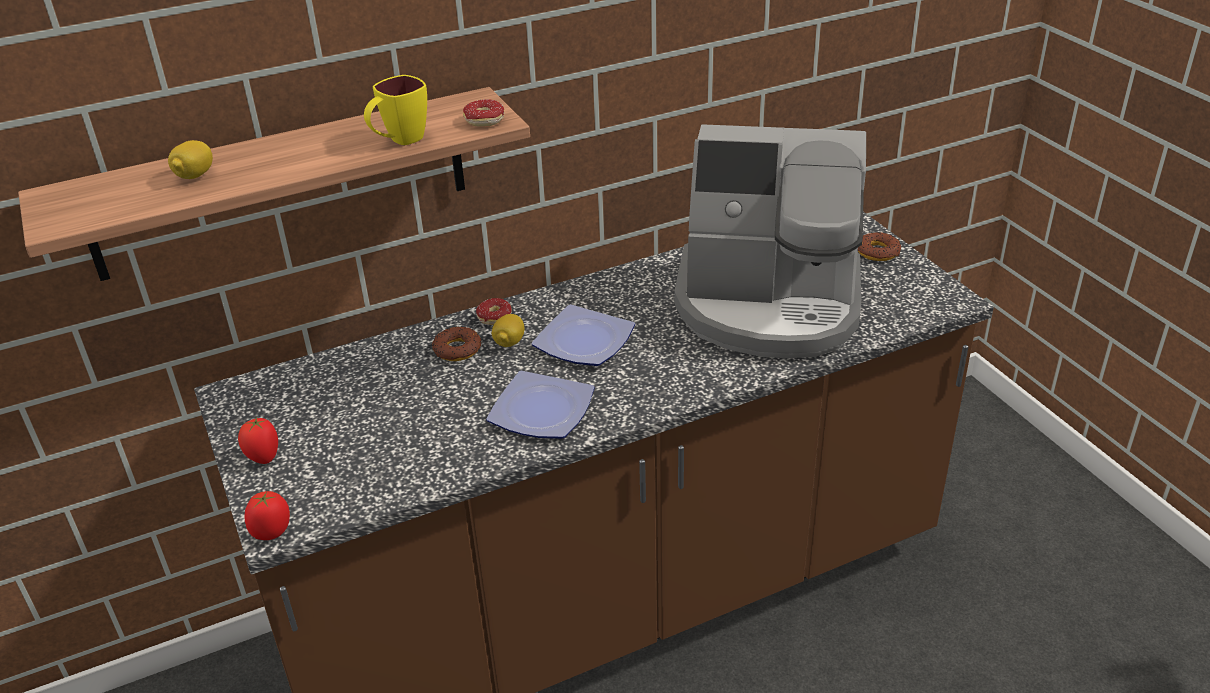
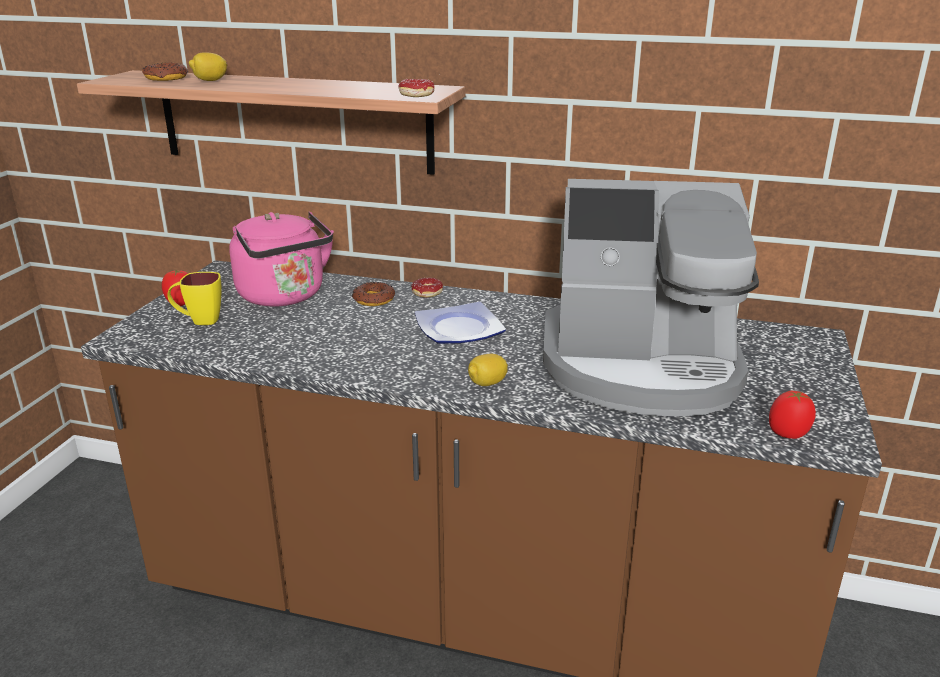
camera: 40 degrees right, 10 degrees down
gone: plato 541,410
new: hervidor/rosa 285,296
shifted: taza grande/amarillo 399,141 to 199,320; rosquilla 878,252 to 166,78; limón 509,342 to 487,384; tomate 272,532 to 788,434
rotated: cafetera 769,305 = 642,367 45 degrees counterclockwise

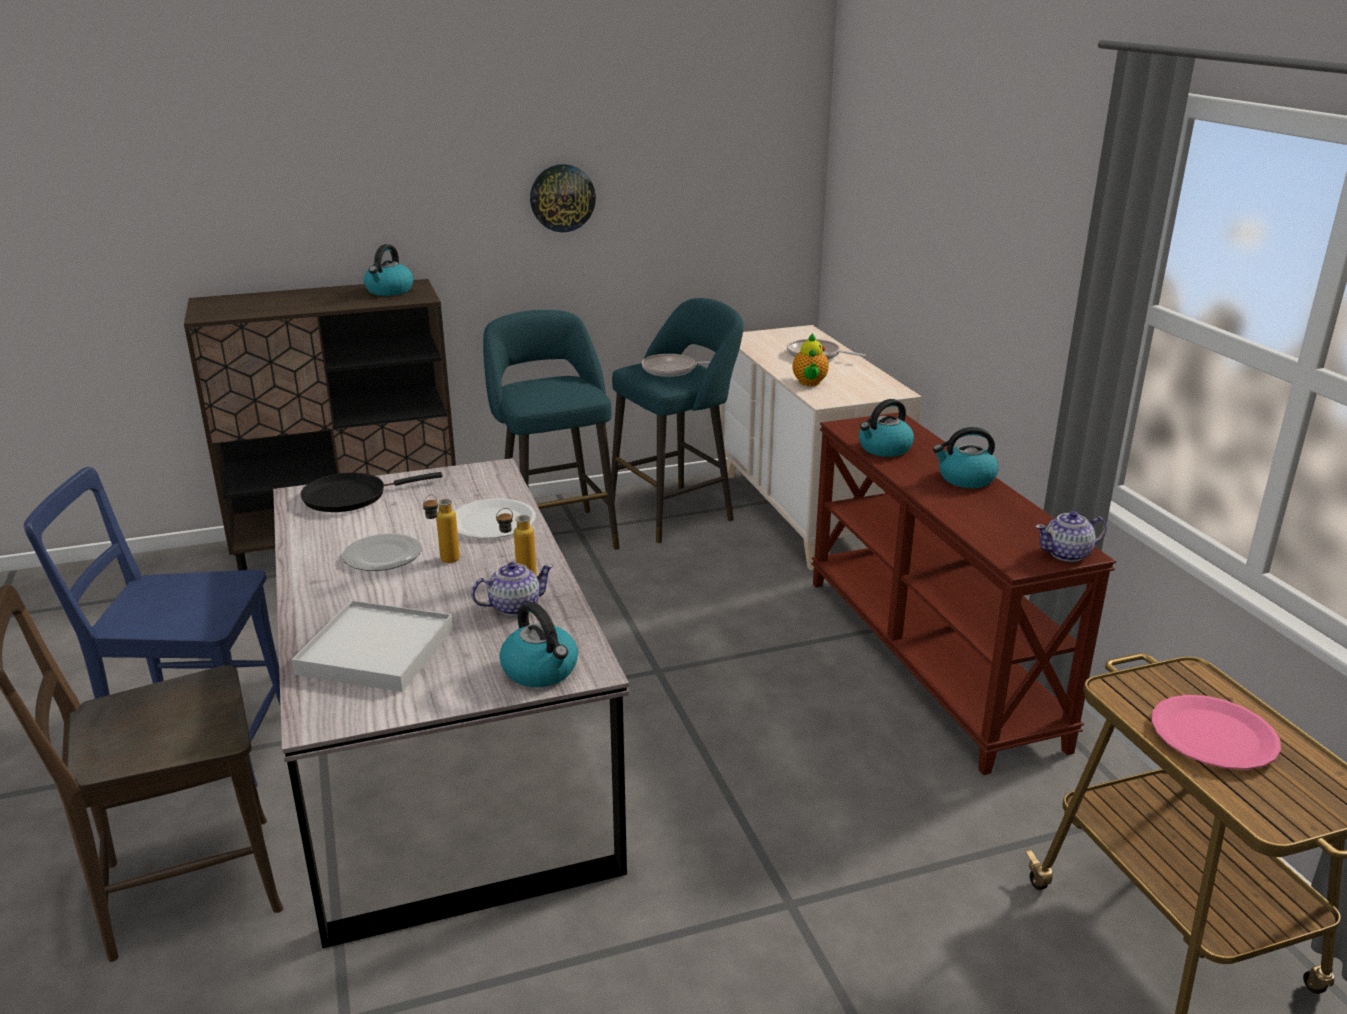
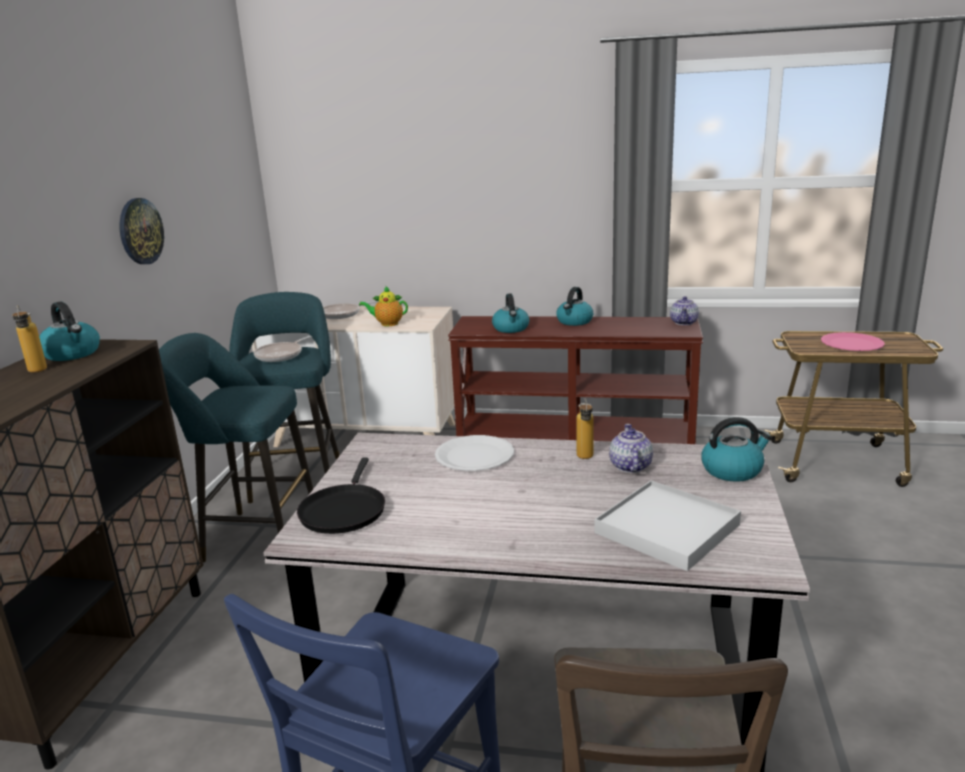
camera: 60 degrees left, 5 degrees down
gone: plato 381,555
shifted: botella 444,562 to 37,372
rotated: tetera 809,383 = 387,324 150 degrees clockwise

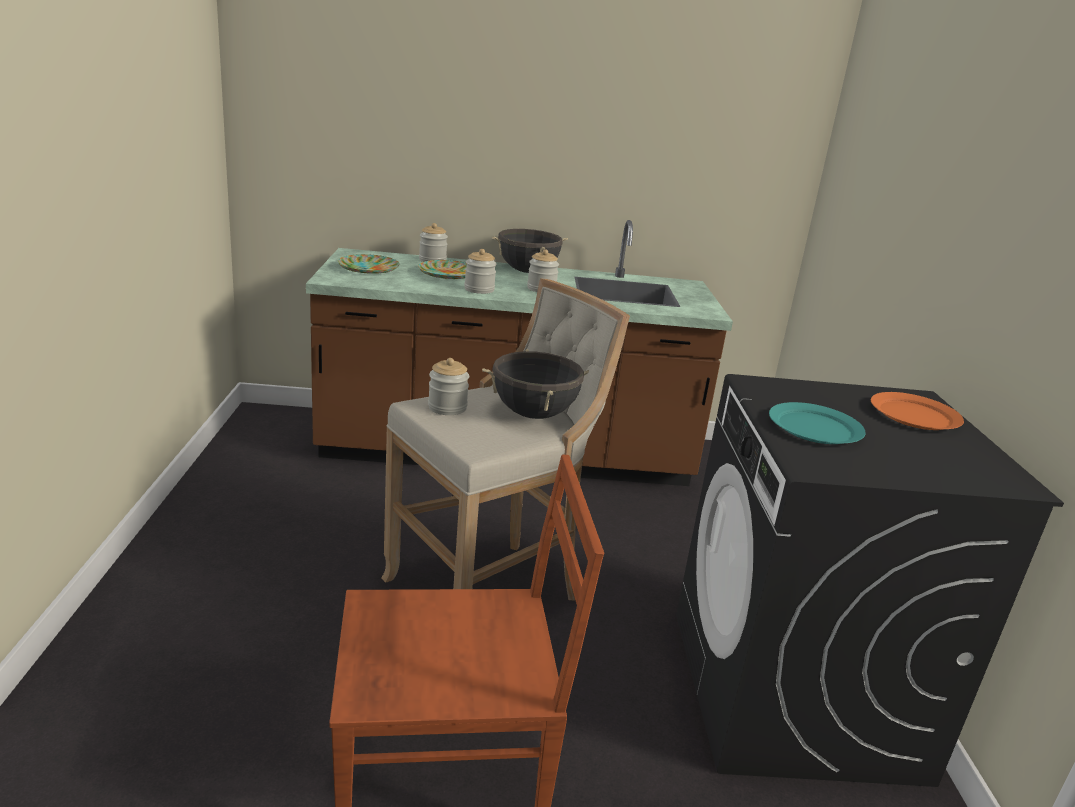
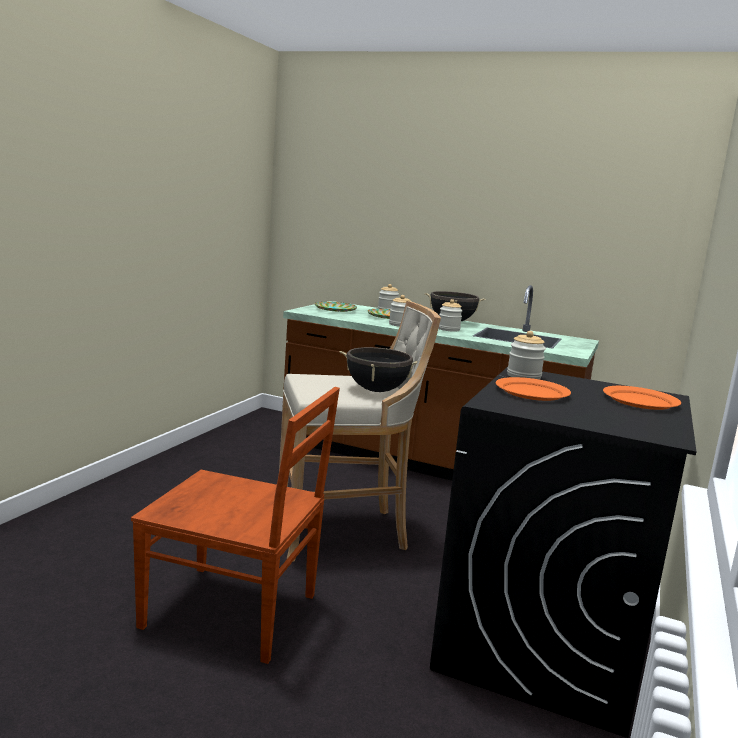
camera: 25 degrees right, 10 degrees down
shifted: tarro 447,407 to 523,376
repainted: plato/turquesa 814,428 to plato/naranja 531,392

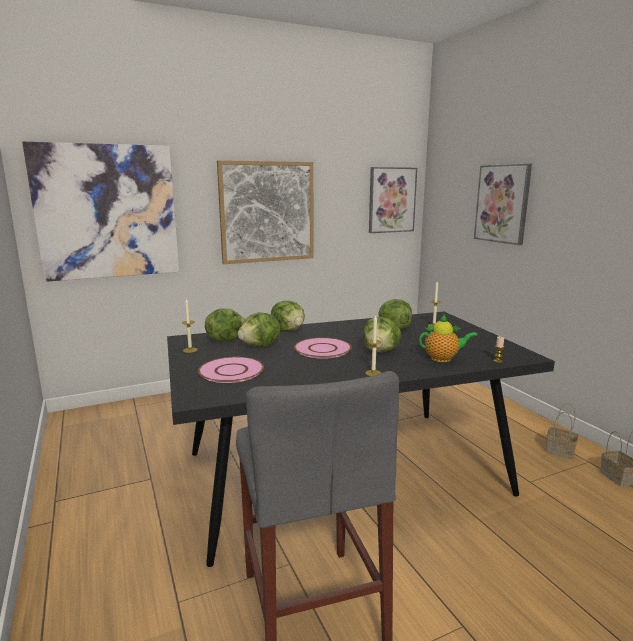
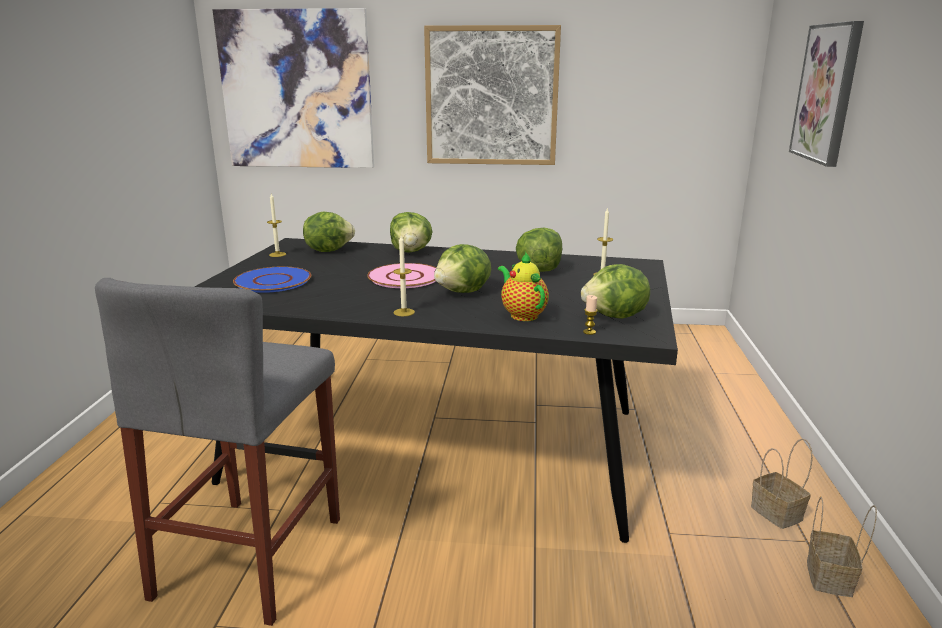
camera: 30 degrees right, 5 degrees up
gone: cuadro 391,200
shifted: lechuga 261,346 to 615,317
repainted: plato/rosa 231,371 to plato/azul 272,281
rotated: tetera 443,359 = 522,314 150 degrees counterclockwise

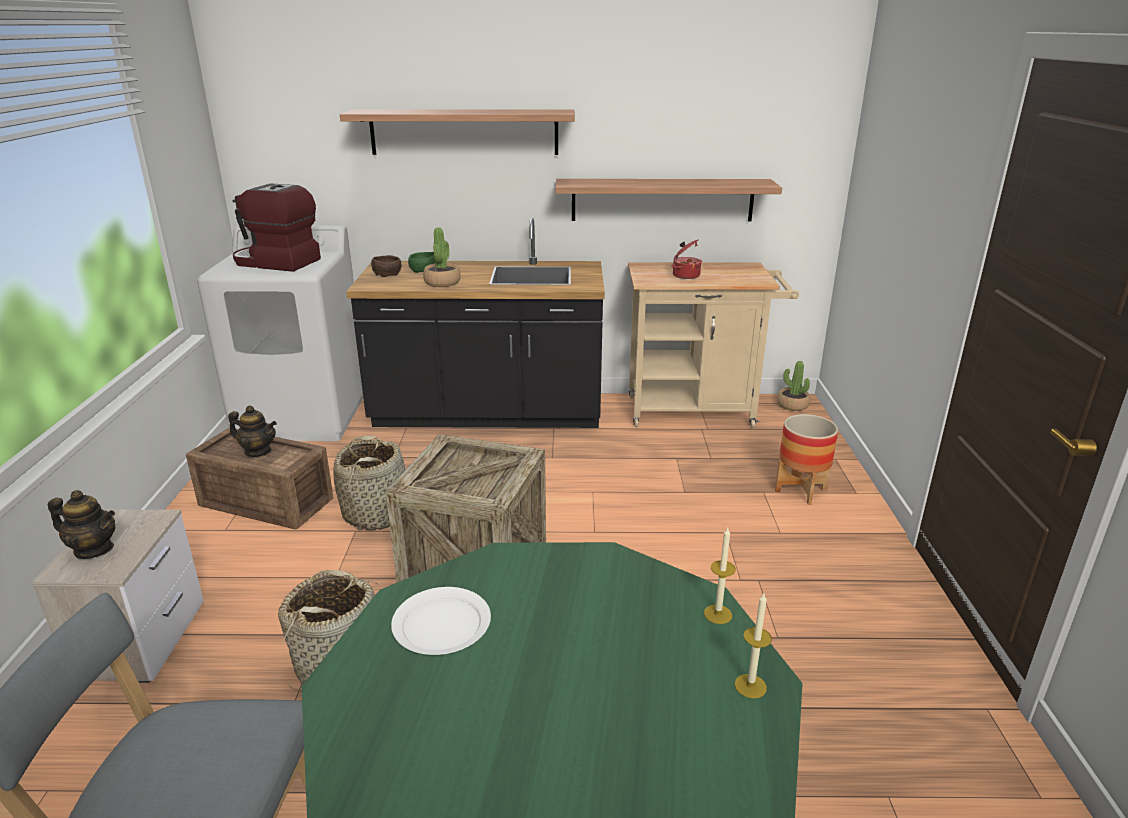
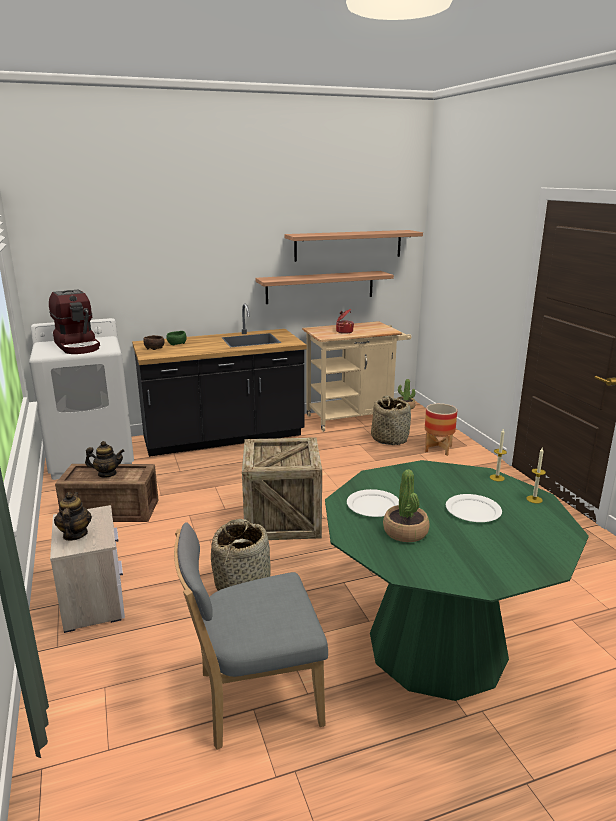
camera: 20 degrees left, 5 degrees down
new: plato/blanco 472,510
shifted: estante 464,132 to 348,245; planta en maceta 442,282 to 405,532; cesta 376,513 to 389,439
rotated: cafetera 276,262 = 78,346 120 degrees counterclockwise; tetera 94,549 = 74,534 90 degrees counterclockwise

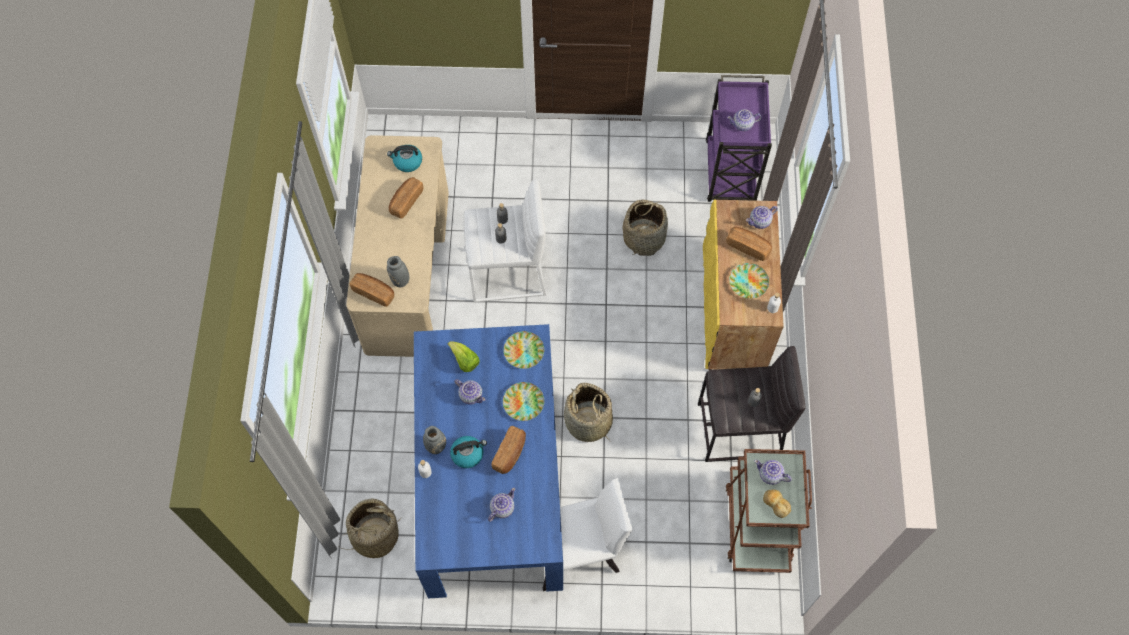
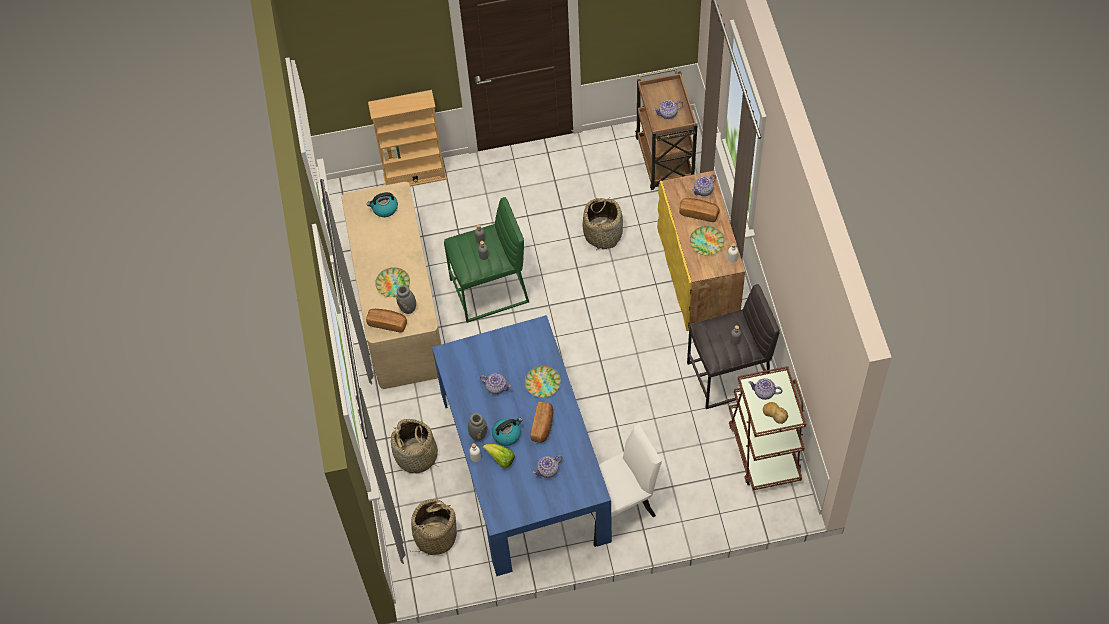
camera: 10 degrees left, 5 degrees down
gone: pan 406,201
new: estantería/beis 414,176
shifted: plato 524,351 to 393,284; lechuga 464,361 to 500,459; cesta 588,422 to 416,456
repainted: carrito/morado 730,173 to carrito/marrón 665,161; taburete/blanco 508,273 to taburete/verde 490,291
rotated: tetera 502,508 = 548,470 150 degrees counterclockwise

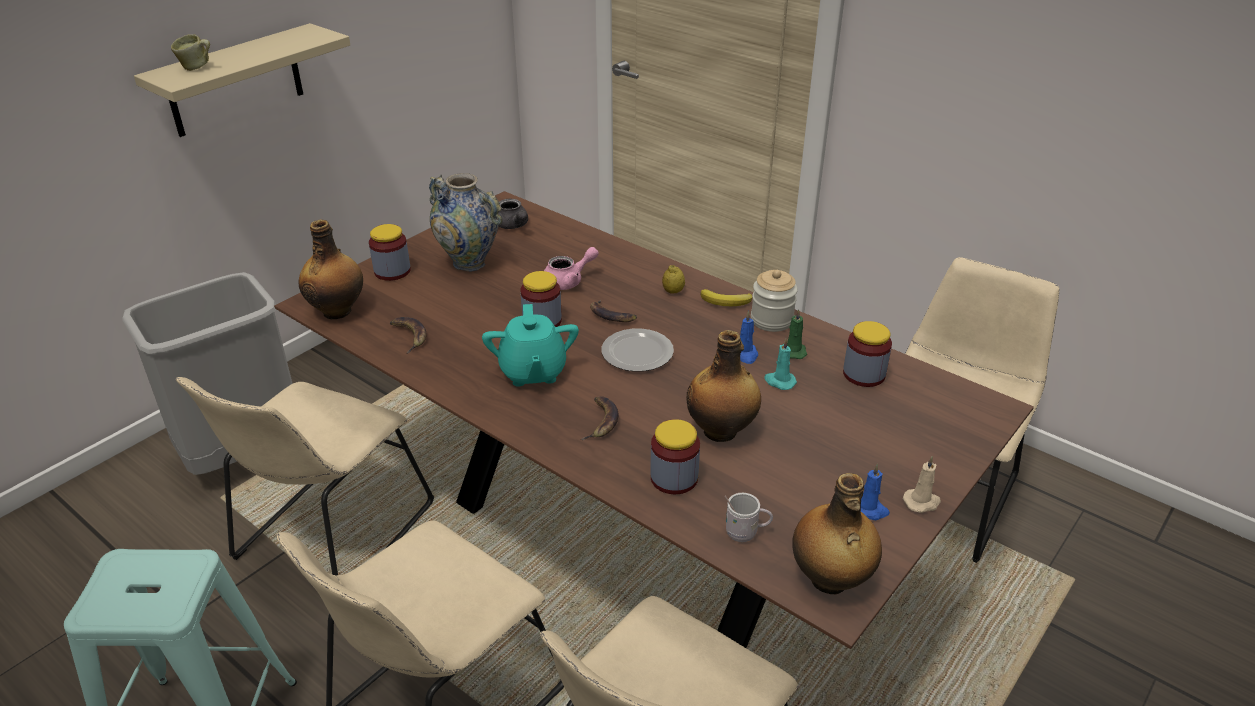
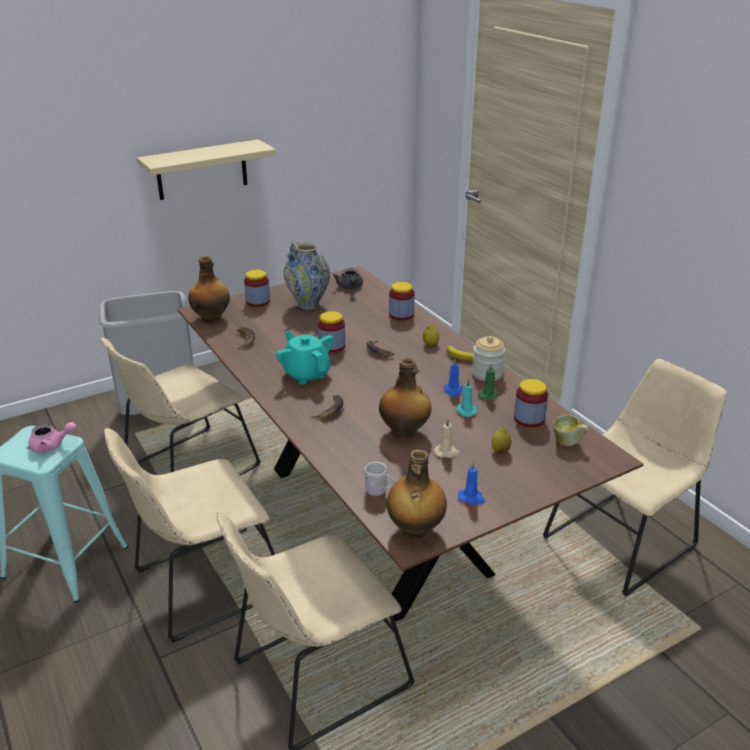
camera: 20 degrees right, 5 degrees down
gone: plato 638,353
new: limón 500,451
shifted: taza grande 197,68 to 568,443; tetera/rosa 568,281 to 52,445; tarro 674,478 to 401,315; vela/beis 922,502 to 447,452
rotated: tetera/turquesa 533,372 = 306,374 135 degrees clockwise

